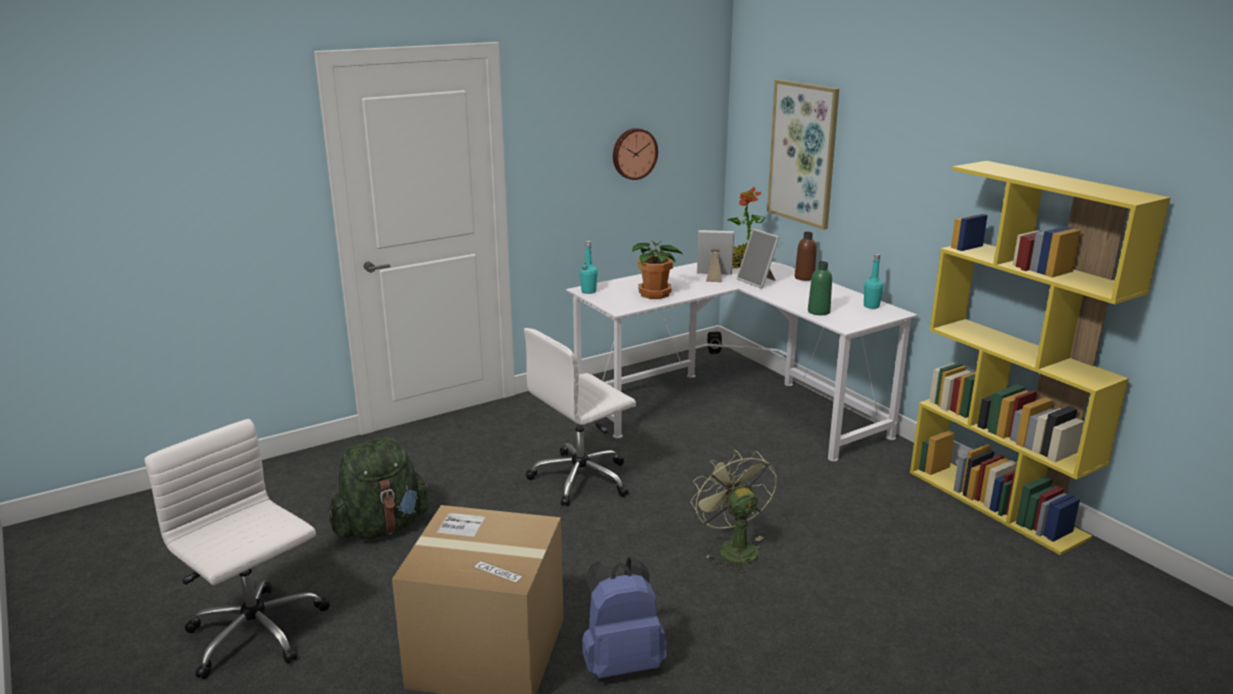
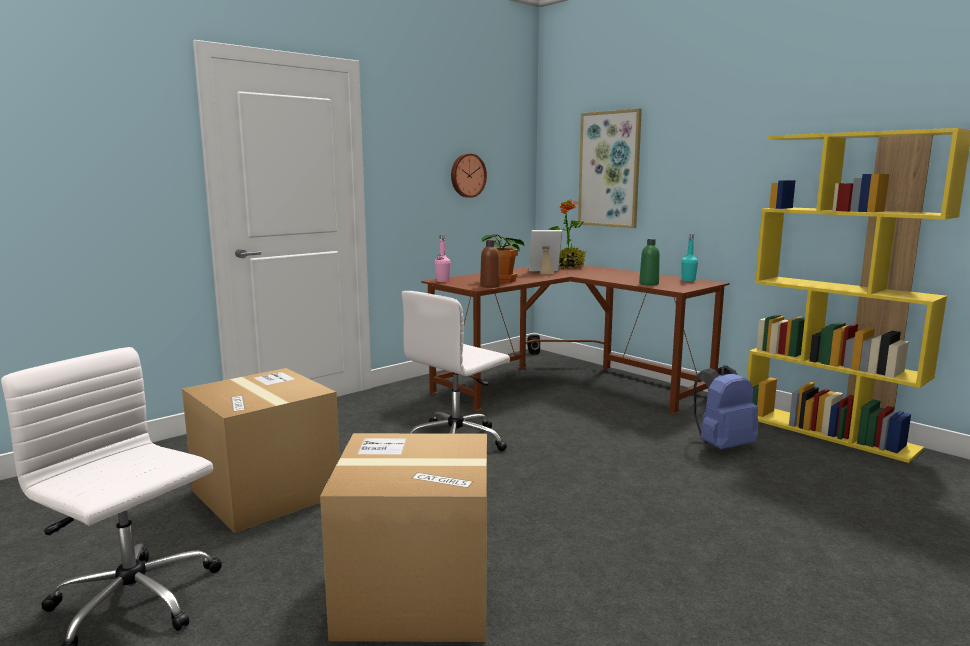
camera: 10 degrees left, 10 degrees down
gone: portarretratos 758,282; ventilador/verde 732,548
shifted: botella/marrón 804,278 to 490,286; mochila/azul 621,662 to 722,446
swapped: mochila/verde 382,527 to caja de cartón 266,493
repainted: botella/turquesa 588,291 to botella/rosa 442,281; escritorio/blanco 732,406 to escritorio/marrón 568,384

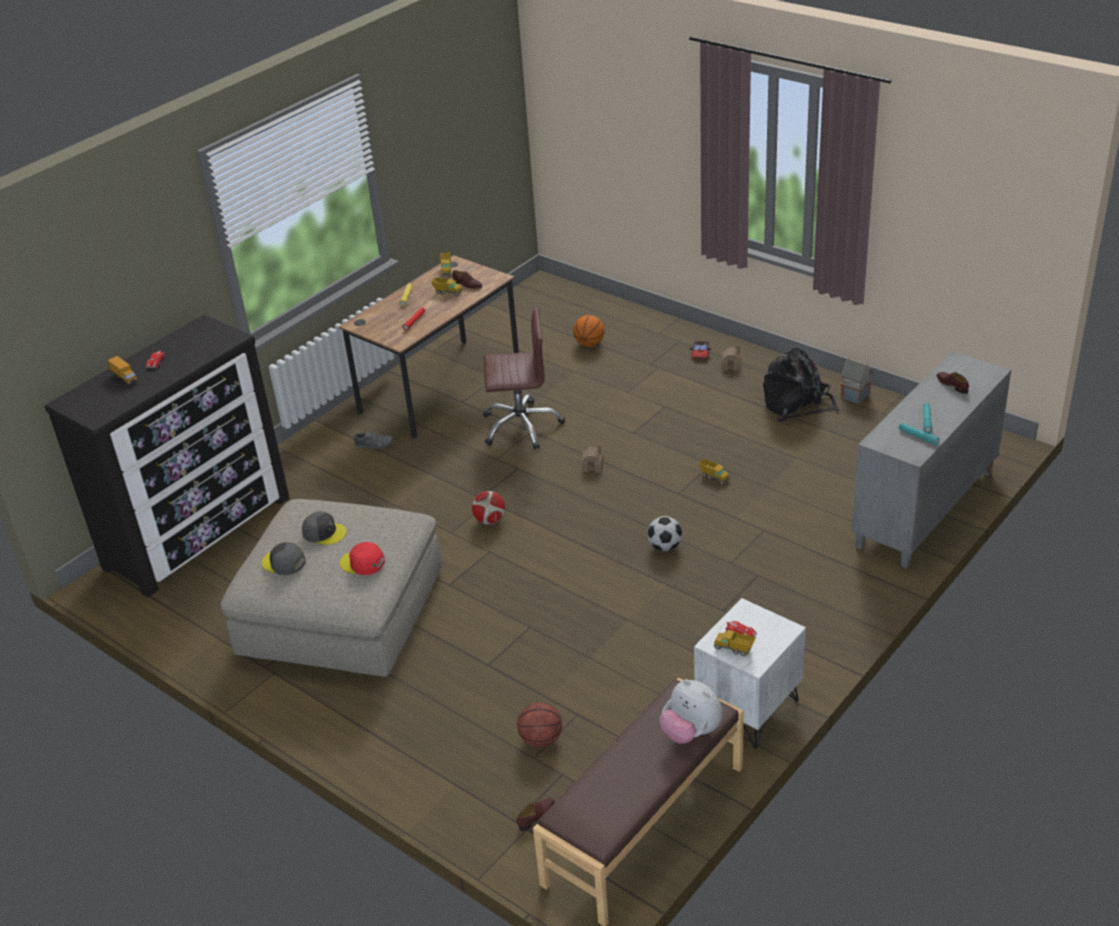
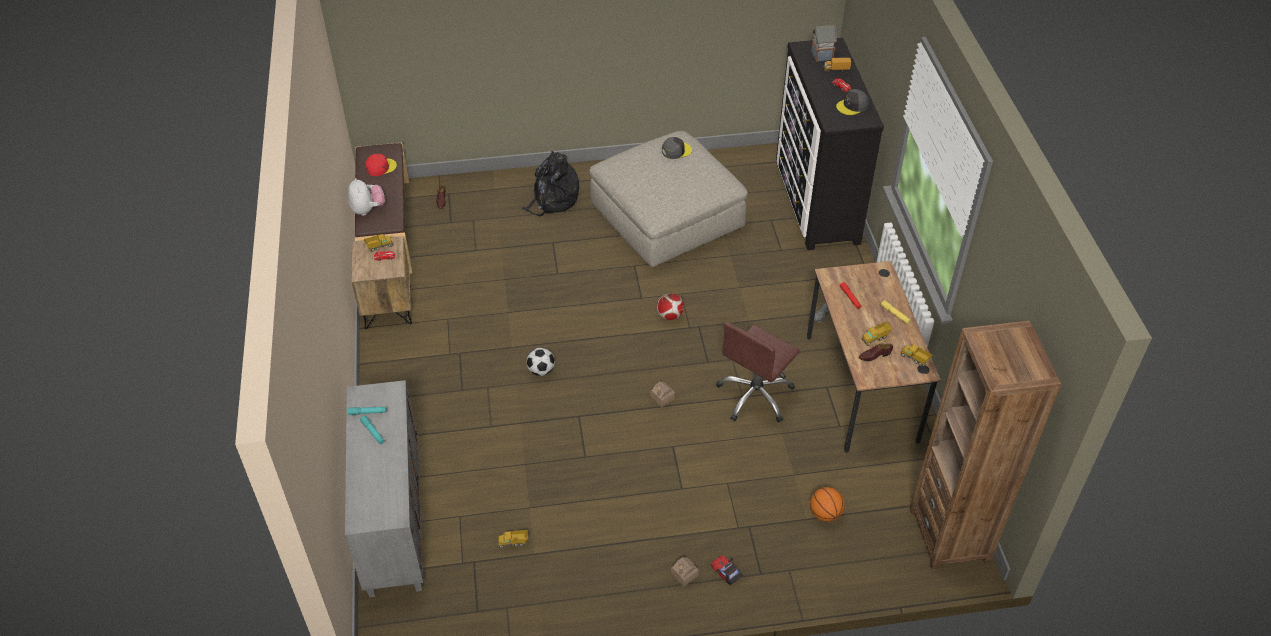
camera: 130 degrees right, 10 degrees up
gone: zapato/marrón 952,385; balón de baloncesto 540,740
new: estantería/marrón 949,535
shifted: mochila/negro 797,405 to 553,199; casita 856,396 to 821,56; camión de juguete 714,477 to 513,542; gorra/gris 324,532 to 852,106; gorra/rojo 362,563 to 380,167
repainted: mesita de noche/blanco 749,710 to mesita de noche/marrón 387,307
rotated: peluche 691,732 = 368,210 75 degrees clockwise

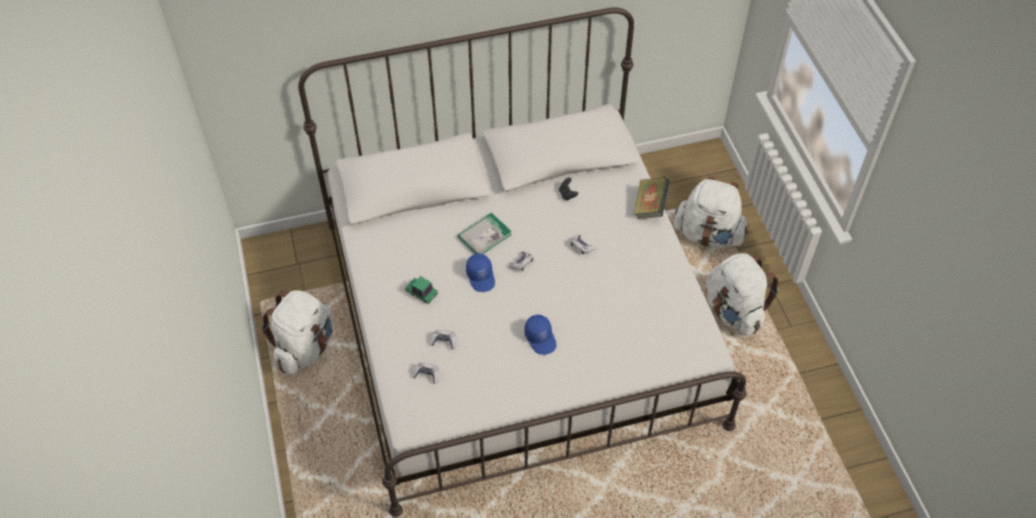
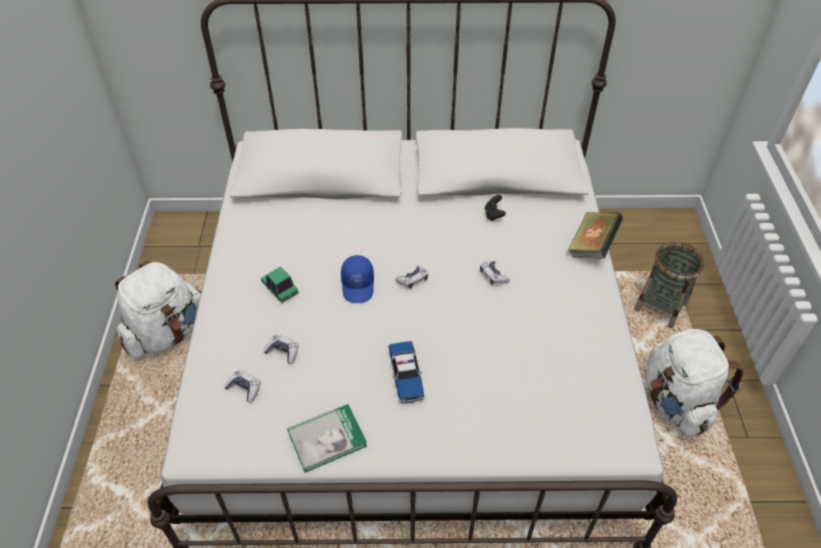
camera: 15 degrees right, 5 degrees down
shifted: libro 484,236 to 327,439
swapped: mochila/blanco 708,234 to cesta 660,307; gorra/azul 541,338 to coche de juguete 406,375

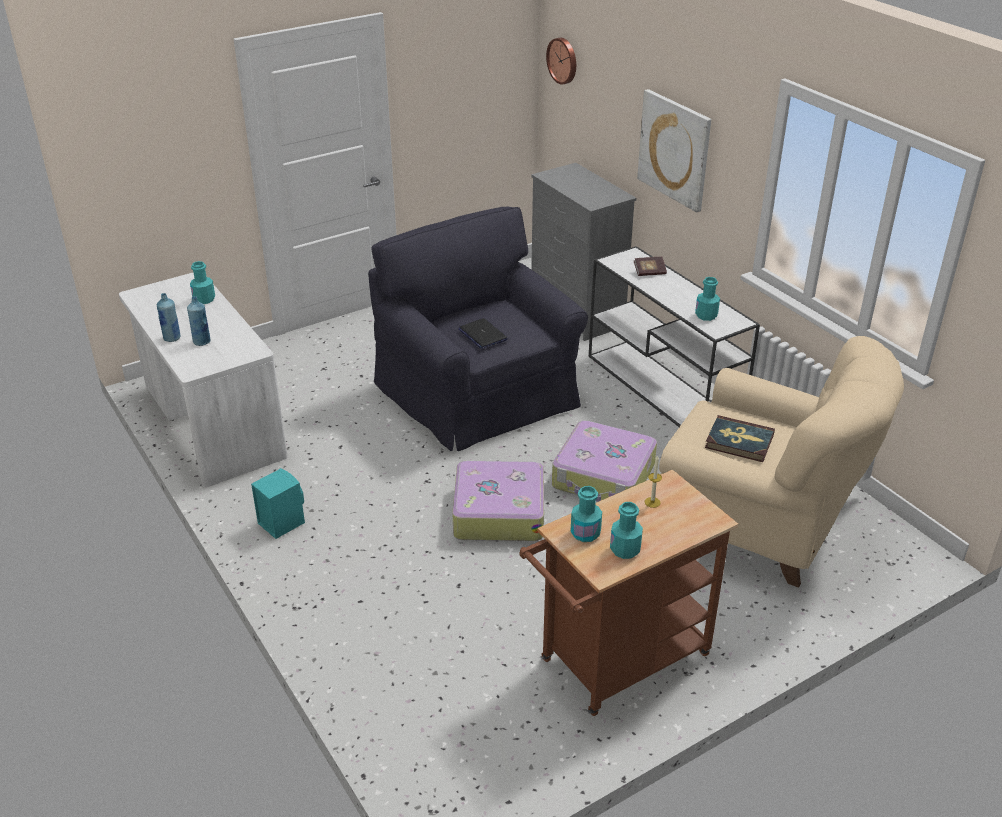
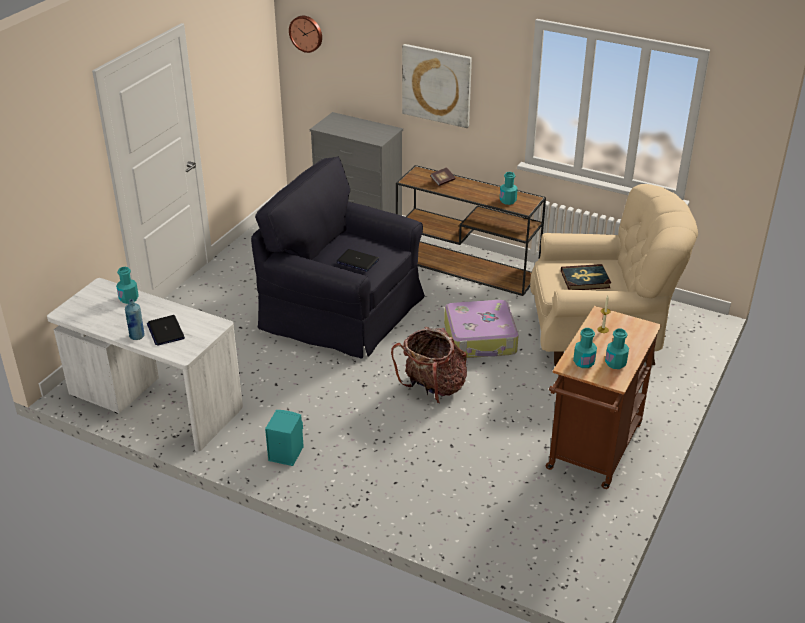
camera: 30 degrees left, 0 degrees up
swapped: botella/azul 202,342 to portátil 165,331; maleta 498,512 to mochila 433,388
repainted: mesa consola/blanco 664,390 to mesa consola/marrón 468,267

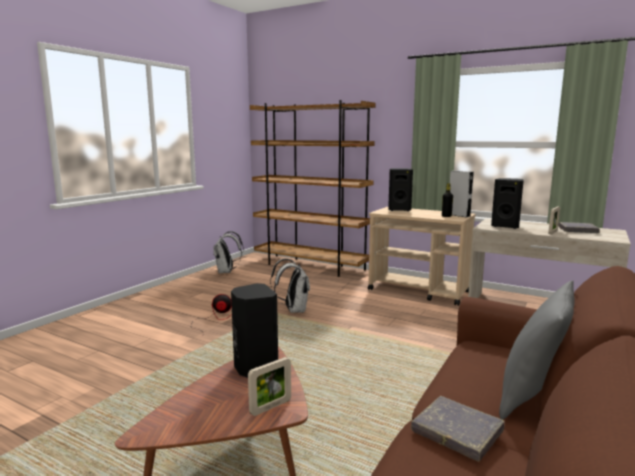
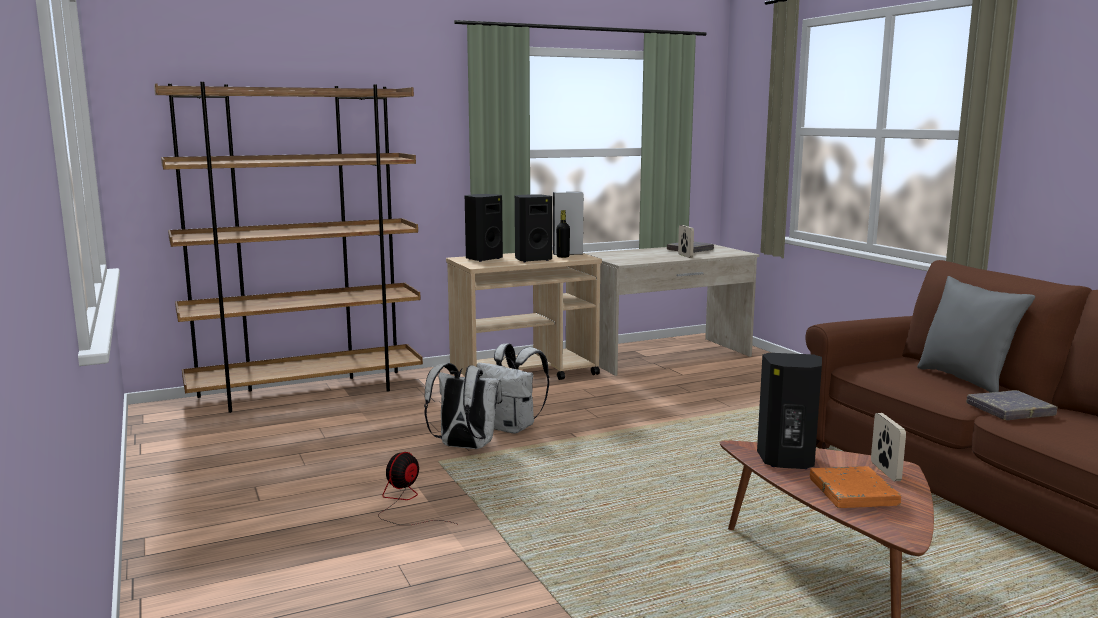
camera: 55 degrees left, 0 degrees up
new: libro/naranja 853,493
shifted: altavoz/negro 506,226 to 532,260; mochila/blanco 226,272 to 512,427

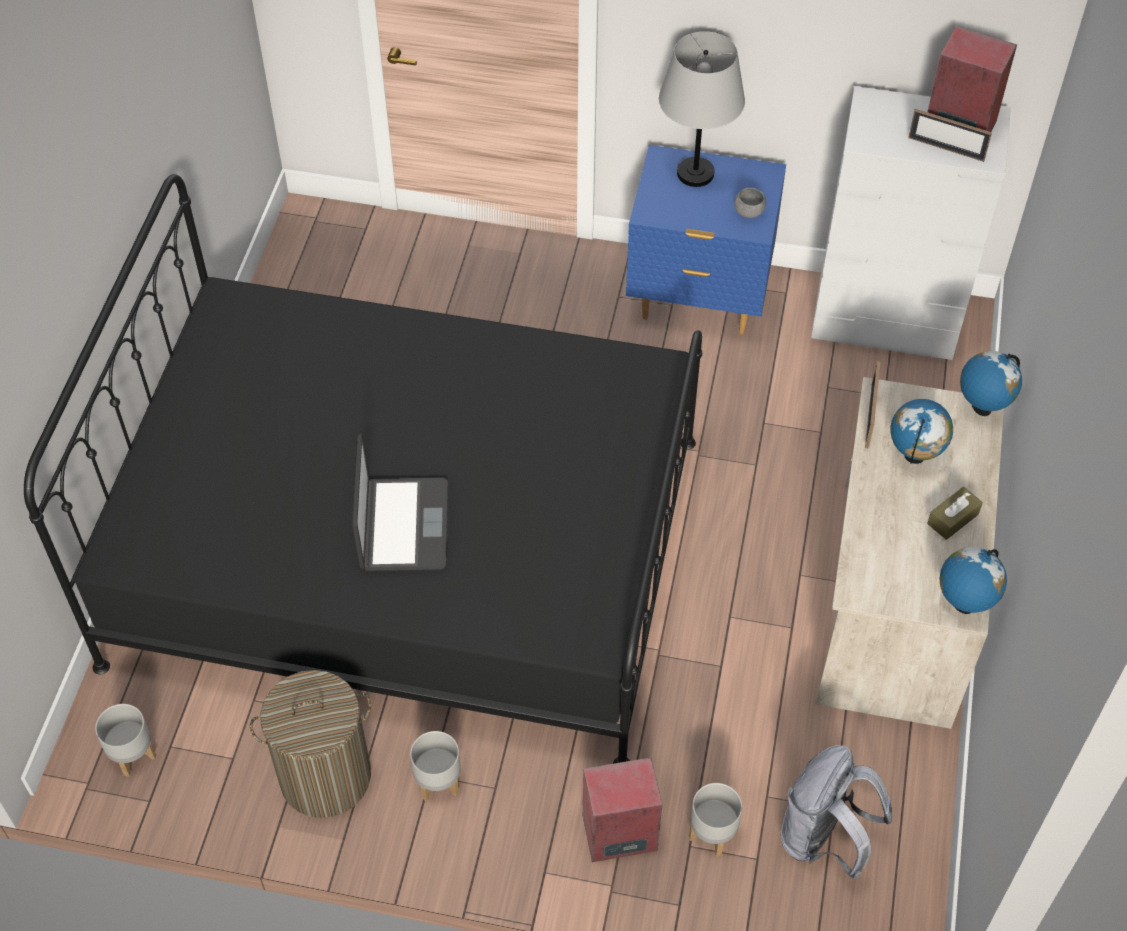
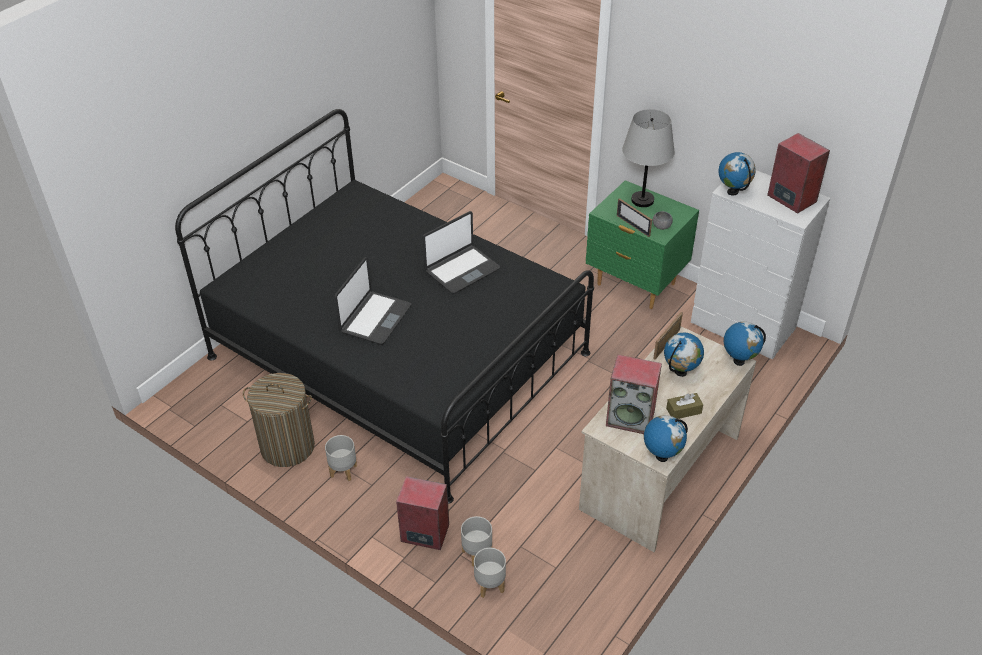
camera: 25 degrees right, 10 degrees down
gone: mochila/gris 824,839
new: globo terráqueo 733,192; portátil 461,270; altavoz 631,418
shifted: portarretratos 946,148 to 633,225; maceta/gris 132,754 to 489,584
repainted: mesita de noche/azul 698,300 to mesita de noche/verde 635,285

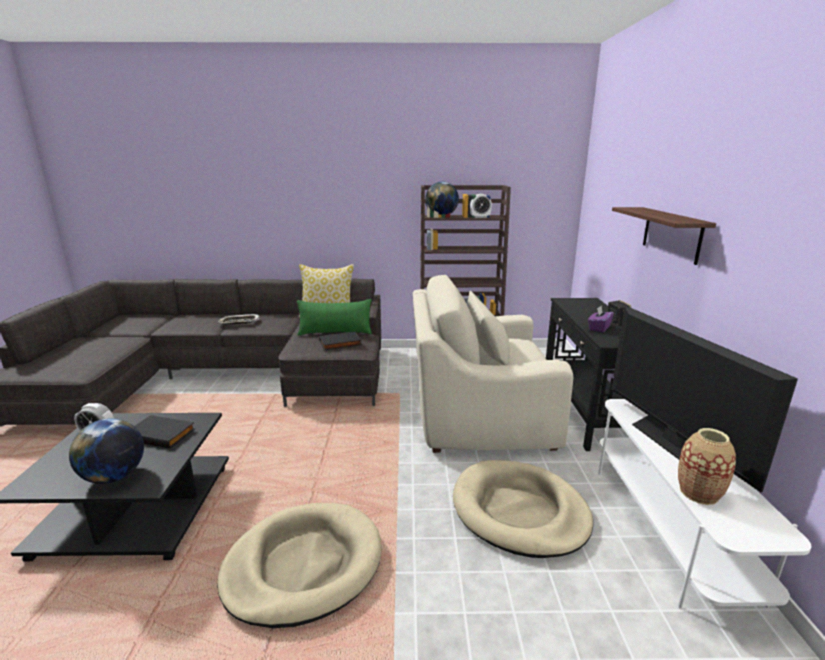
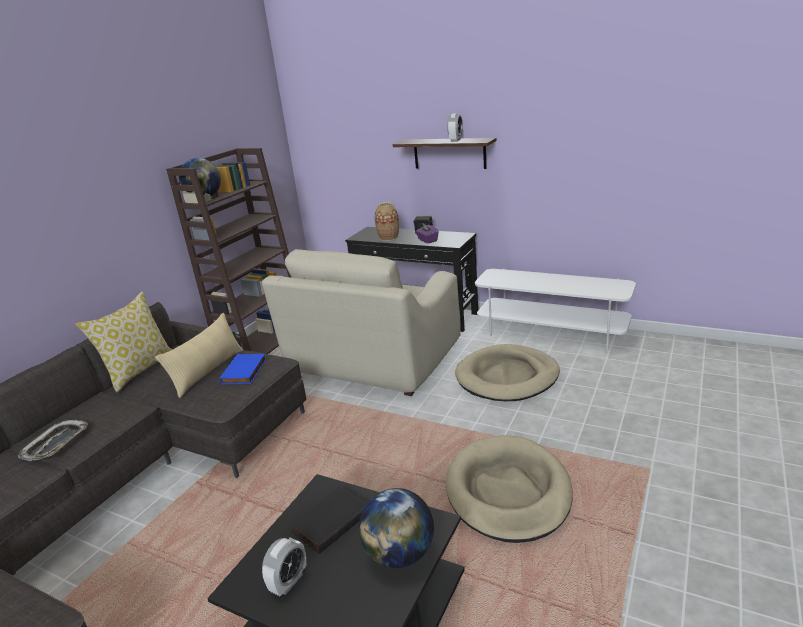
camera: 60 degrees left, 5 degrees up
gone: televisor 673,442
shifted: despertador 480,217 to 455,140; florero 698,493 to 388,238
repainted: cojín/verde 335,333 to cojín/beis 208,371; libro/negro 340,344 to libro/azul 245,372

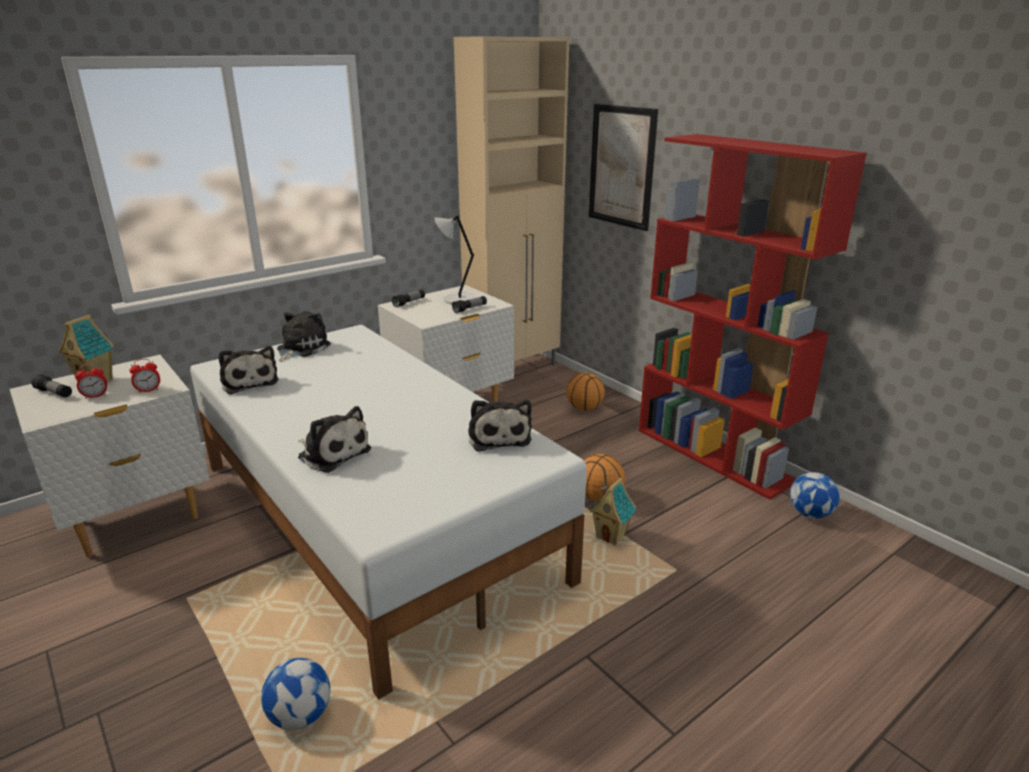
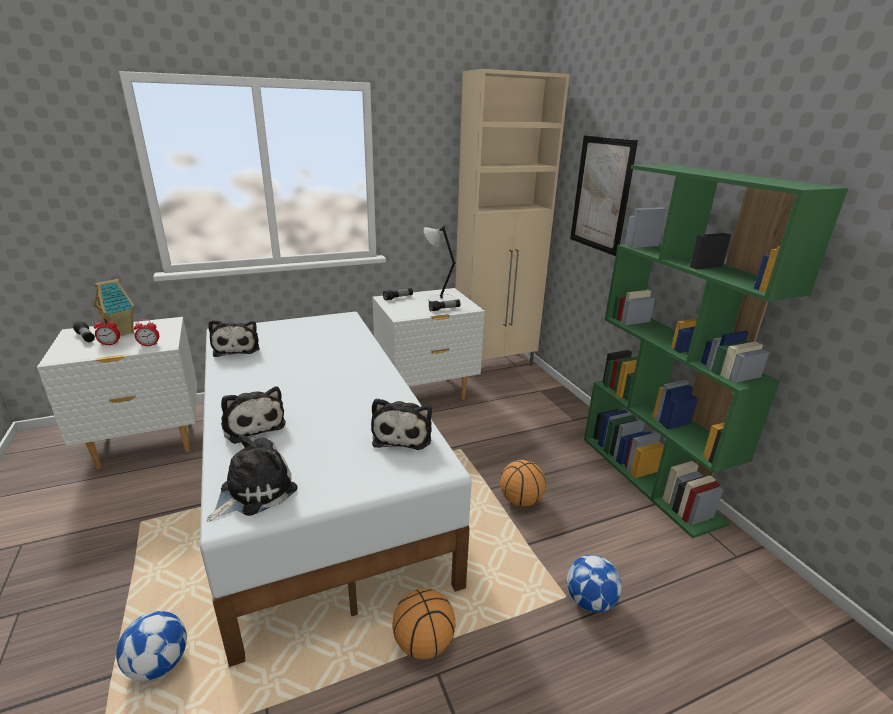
camera: 15 degrees right, 0 degrees up
gone: casita 611,536
shifted: peluche 301,348 to 254,491; balón de baloncesto 584,408 to 423,644; balón de fútbol 810,514 to 589,601
repainted: estantería/rojo 714,455 to estantería/verde 649,478

